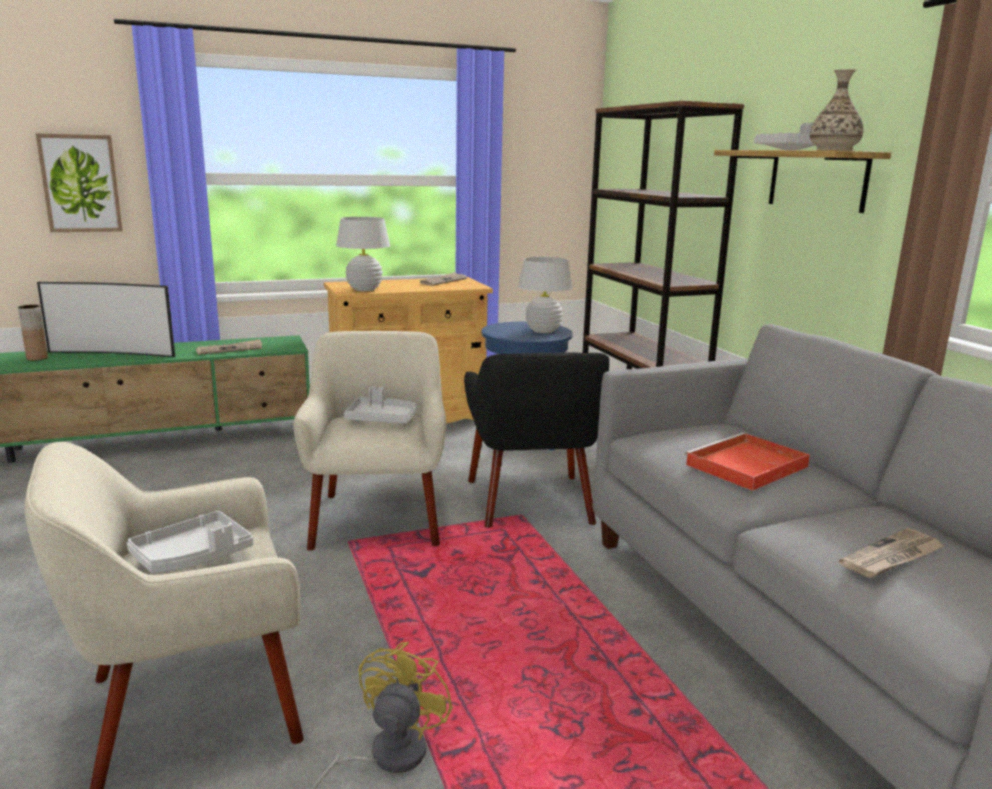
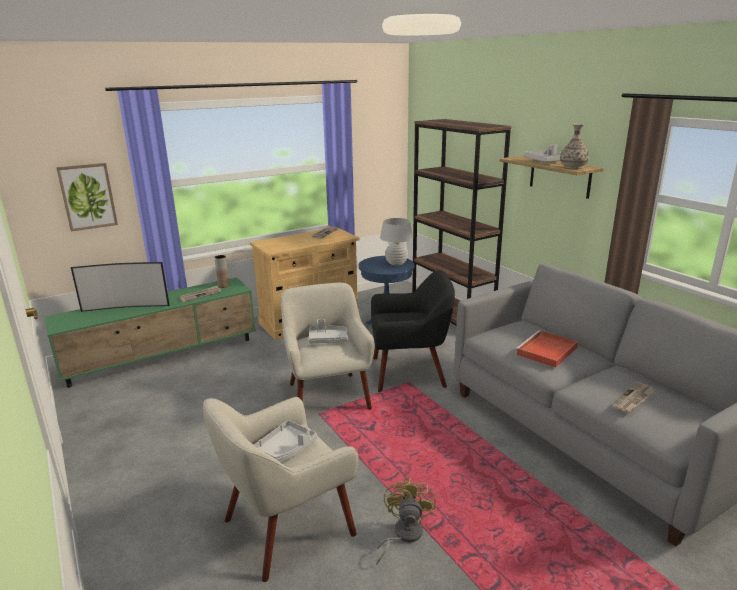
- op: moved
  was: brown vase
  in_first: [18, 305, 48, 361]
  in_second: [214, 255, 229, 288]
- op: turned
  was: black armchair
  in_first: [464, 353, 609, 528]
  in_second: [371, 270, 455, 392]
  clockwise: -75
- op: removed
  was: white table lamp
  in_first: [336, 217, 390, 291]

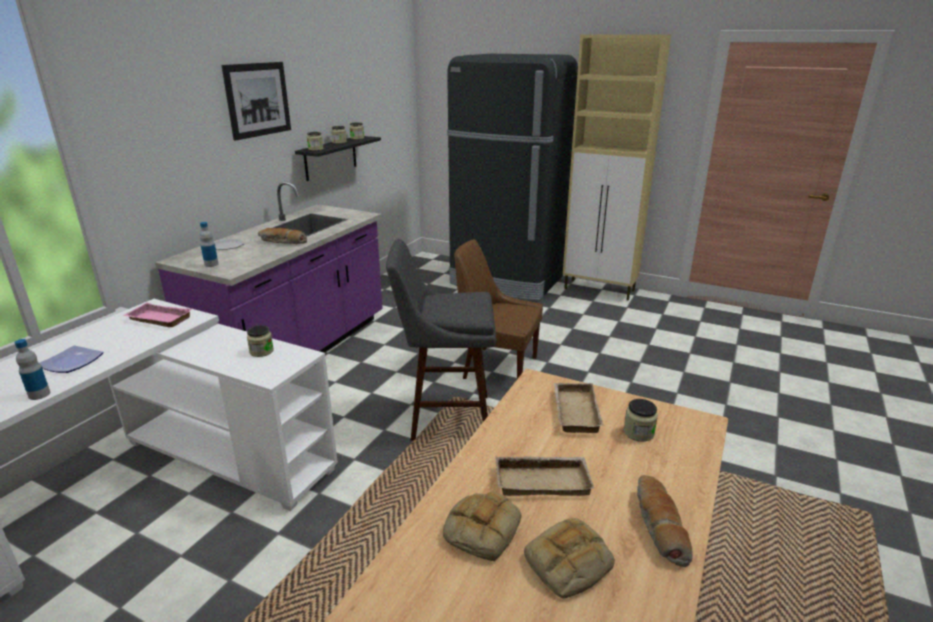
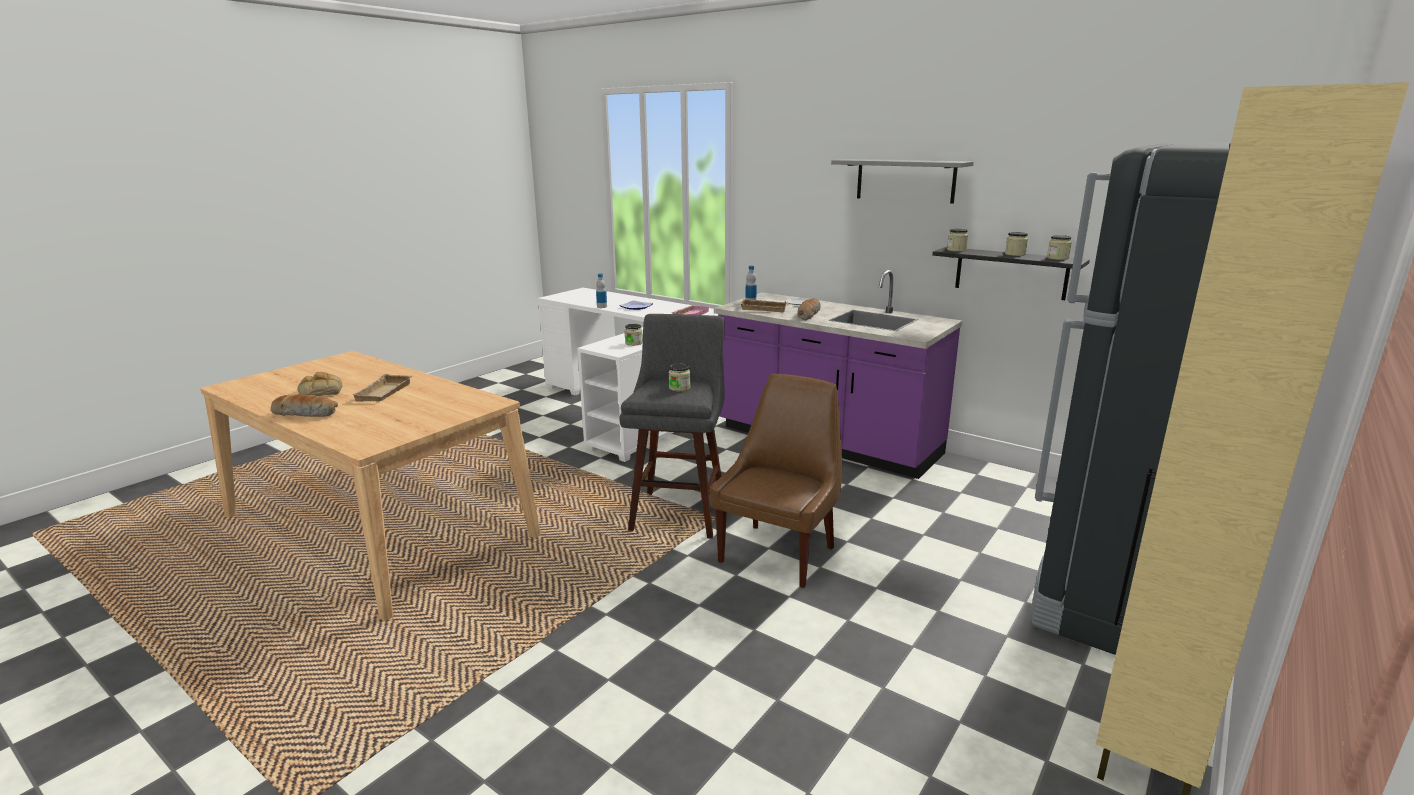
- op: moved
  was: jar
  in_first: [624, 399, 658, 442]
  in_second: [669, 363, 691, 392]
- op: moved
  was: beige tray
  in_first: [554, 383, 604, 433]
  in_second: [740, 299, 789, 312]
- op: replaced
  was: picture
  now: grey shelf
  in_first: [221, 62, 291, 140]
  in_second: [831, 159, 974, 204]
- op: removed
  was: bread
  in_first: [443, 492, 522, 561]

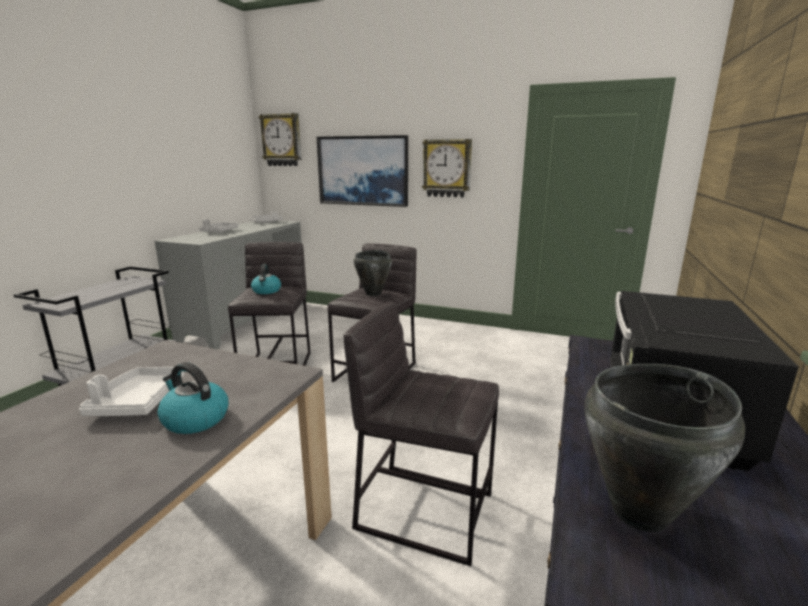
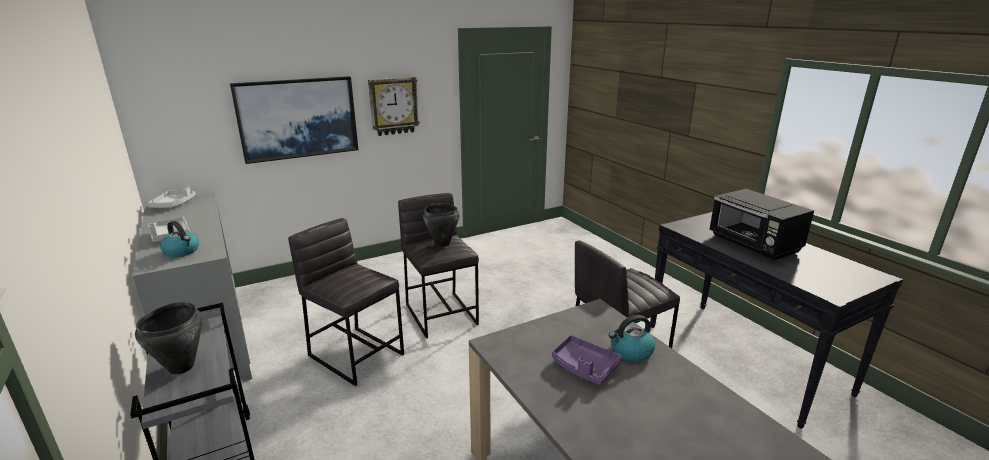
- op: moved
  was: black cooking pot
  in_first: [584, 364, 745, 532]
  in_second: [135, 302, 202, 375]
- op: moved
  was: kettle
  in_first: [251, 264, 281, 294]
  in_second: [160, 221, 199, 257]
- op: recoloured
  was: white tray
  now: purple tray
  in_first: [79, 367, 184, 416]
  in_second: [552, 335, 622, 385]
- op: removed
  was: wall clock
  in_first: [259, 113, 302, 166]

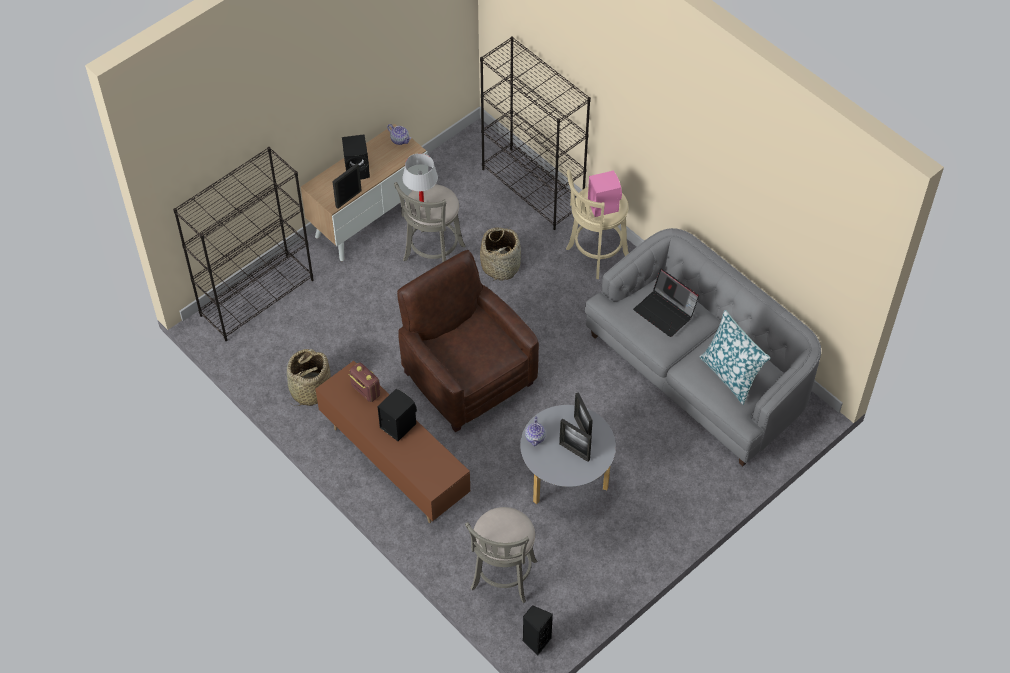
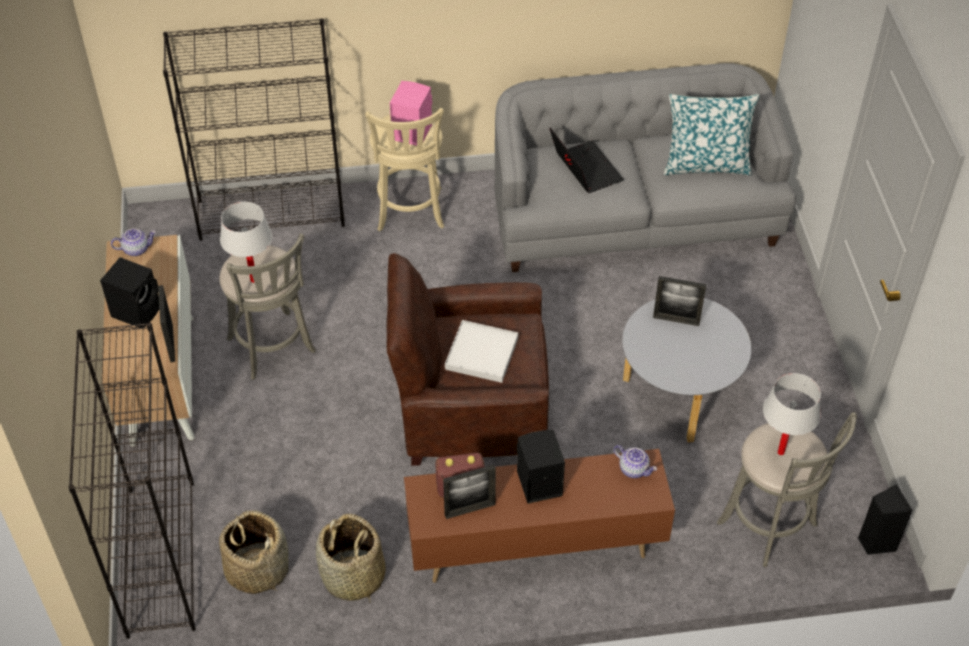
- op: moved
  was: basket
  in_first: [480, 227, 521, 281]
  in_second: [219, 510, 289, 594]
- op: moved
  was: picture frame
  in_first: [559, 419, 592, 462]
  in_second: [443, 465, 496, 519]
- op: added
  now: white tray
  in_second: [445, 320, 518, 383]
- op: turned
  was: laptop
  in_first: [633, 268, 699, 337]
  in_second: [549, 127, 624, 193]
  clockwise: -105
- op: moved
  was: teapot
  in_first: [525, 417, 546, 446]
  in_second: [613, 445, 657, 478]
- op: added
  now: white table lamp
  in_second: [763, 373, 821, 455]

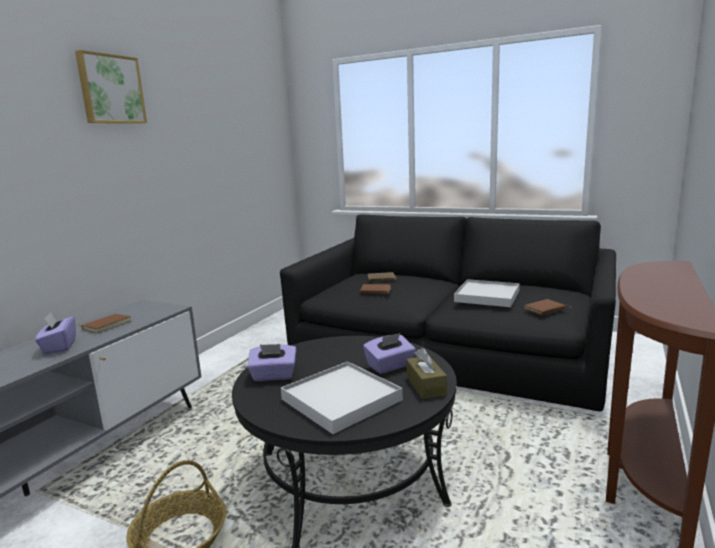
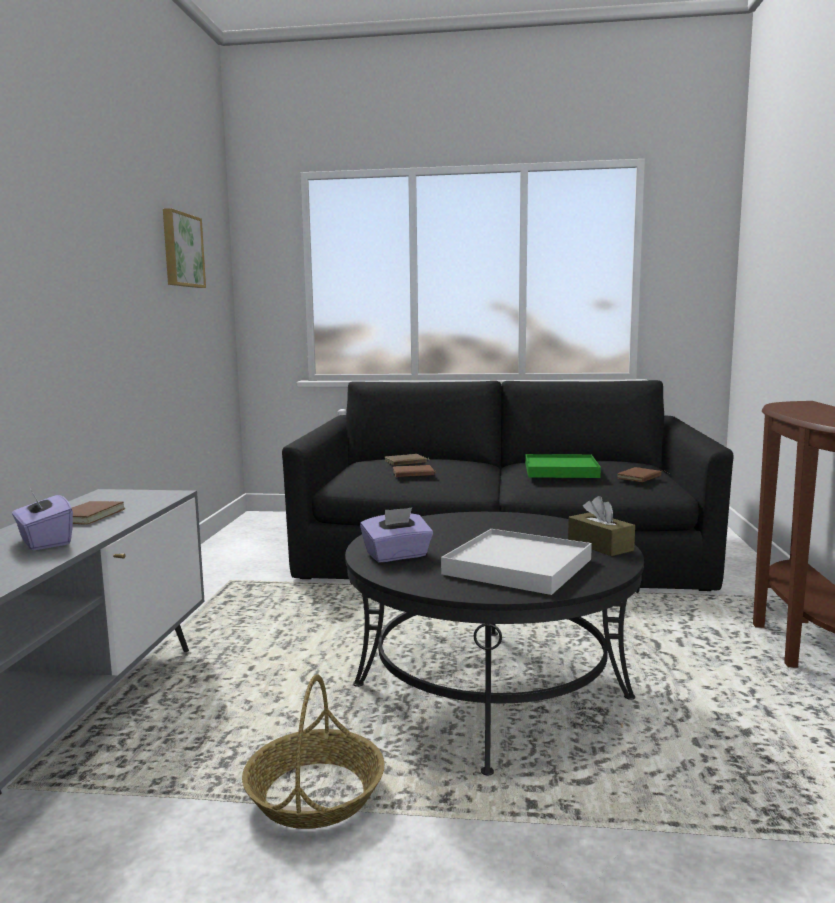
- op: moved
  was: picture
  in_first: [75, 50, 147, 123]
  in_second: [163, 208, 206, 288]
- op: recoloured
  was: white tray
  now: green tray
  in_first: [454, 279, 520, 307]
  in_second: [525, 454, 601, 478]
- op: removed
  was: purple tissue box
  in_first: [363, 333, 416, 374]

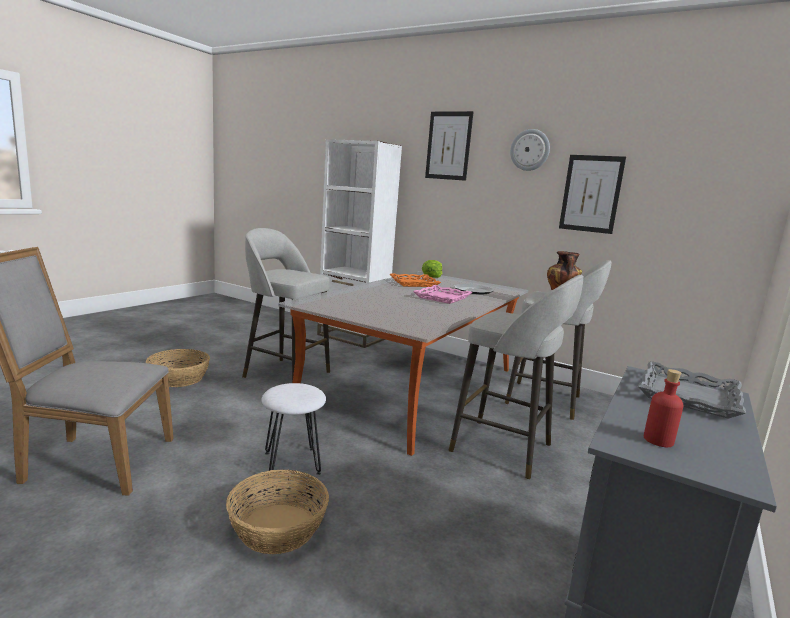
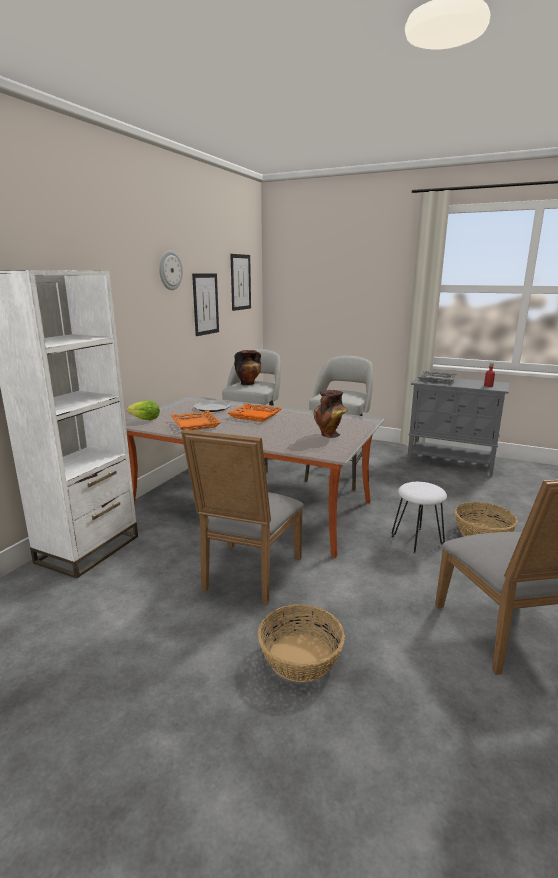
- op: replaced
  was: grey stool
  now: grey chair
  in_first: [242, 228, 330, 383]
  in_second: [181, 429, 304, 604]
- op: recoloured
  was: pink tray
  now: orange tray
  in_first: [413, 285, 472, 304]
  in_second: [228, 403, 282, 422]
- op: moved
  was: picture
  in_first: [425, 111, 474, 181]
  in_second: [230, 254, 251, 311]
- op: added
  now: vase
  in_second: [314, 390, 347, 438]

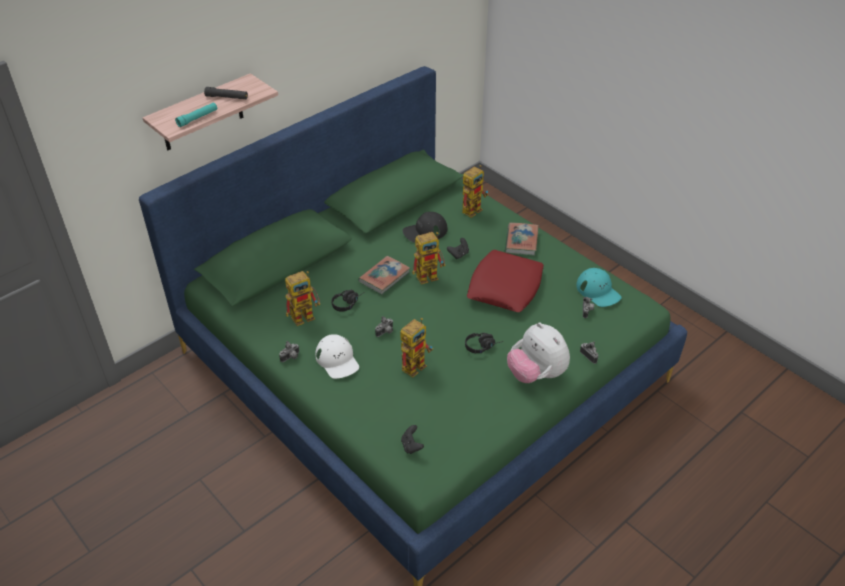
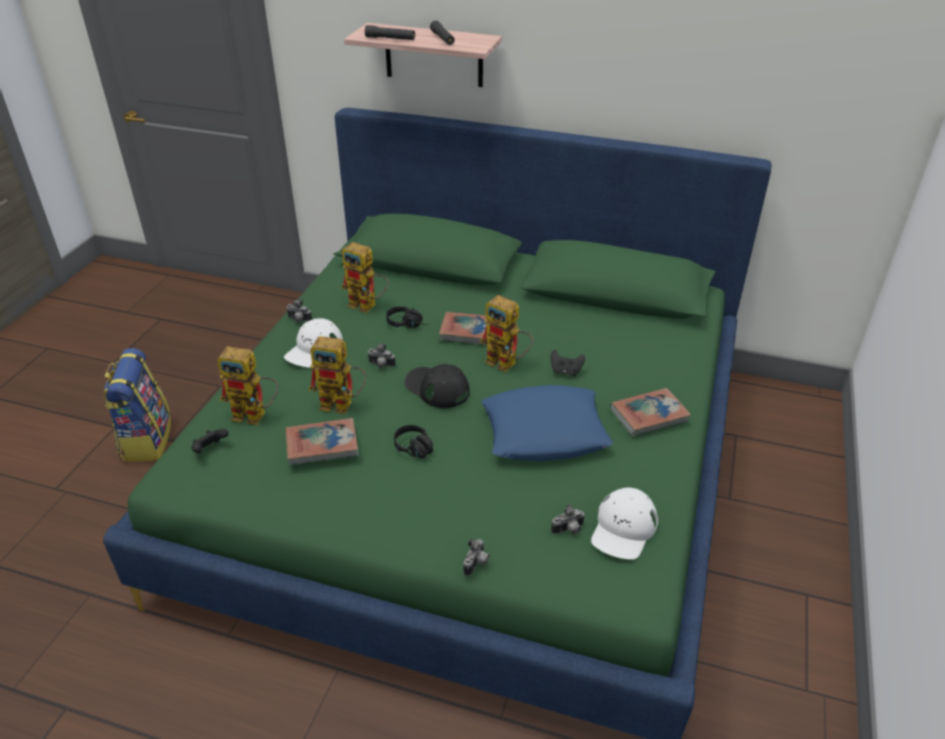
- op: added
  now: backpack
  in_second: [104, 348, 171, 462]
- op: moved
  was: toy robot
  in_first: [462, 165, 488, 218]
  in_second: [217, 346, 278, 425]
- op: added
  now: book
  in_second: [286, 418, 359, 466]
- op: recoloured
  was: turquoise flashlight
  now: black flashlight
  in_first: [175, 103, 217, 127]
  in_second: [365, 25, 415, 40]
- op: moved
  was: black cap
  in_first: [403, 212, 448, 243]
  in_second: [404, 364, 470, 408]
- op: recoloured
  was: red pillow
  now: blue pillow
  in_first: [467, 250, 544, 312]
  in_second: [482, 385, 612, 461]
- op: recoloured
  was: turquoise cap
  now: white cap
  in_first: [576, 268, 621, 307]
  in_second: [591, 488, 658, 560]
- op: removed
  was: plush toy
  in_first: [507, 323, 570, 383]

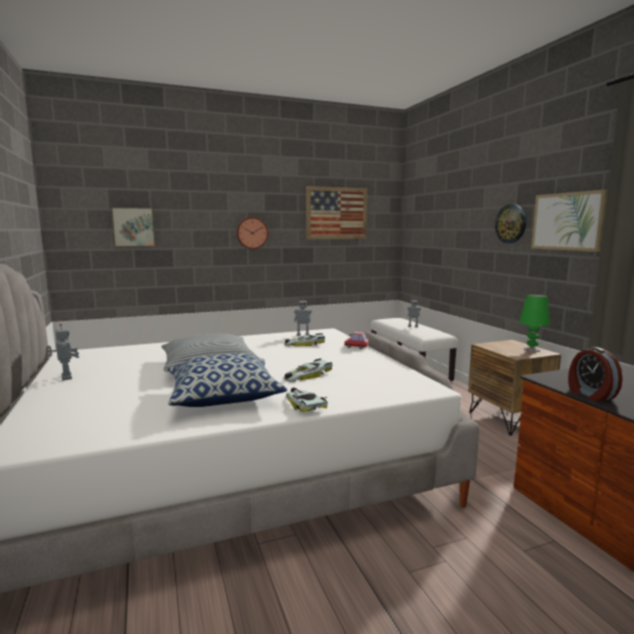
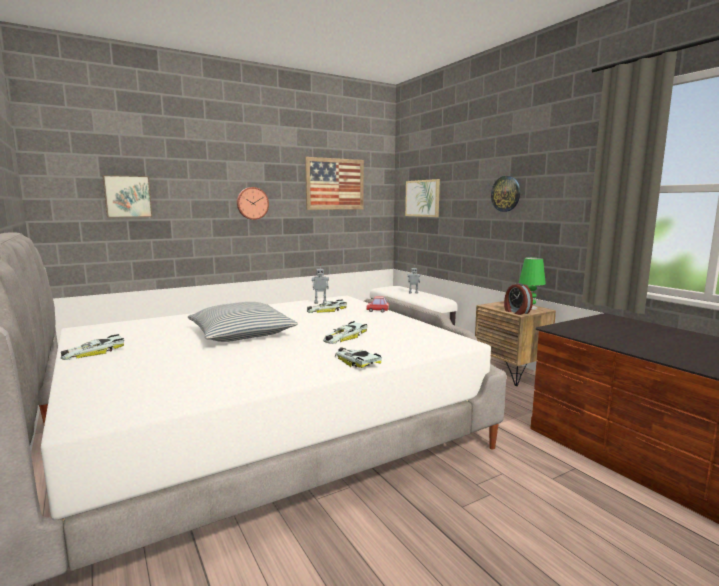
- op: replaced
  was: toy robot
  now: toy car
  in_first: [46, 324, 79, 380]
  in_second: [61, 334, 124, 360]
- op: moved
  was: picture
  in_first: [531, 189, 608, 252]
  in_second: [405, 179, 440, 217]
- op: moved
  was: alarm clock
  in_first: [568, 347, 623, 401]
  in_second: [504, 283, 533, 315]
- op: removed
  was: pillow
  in_first: [168, 353, 287, 407]

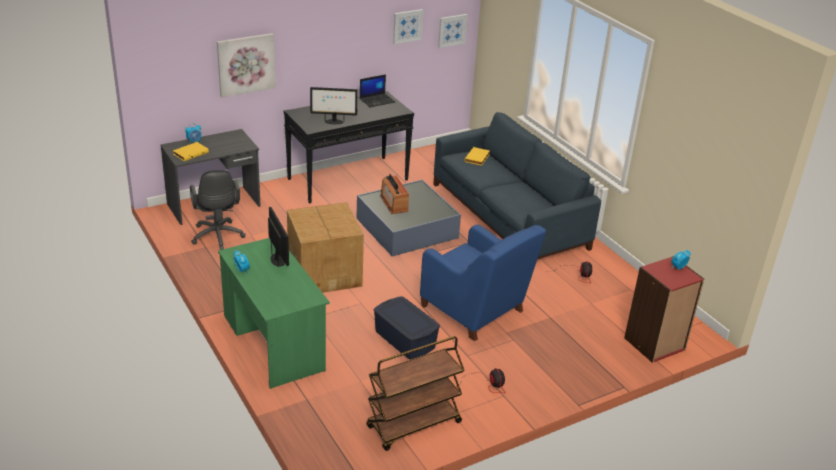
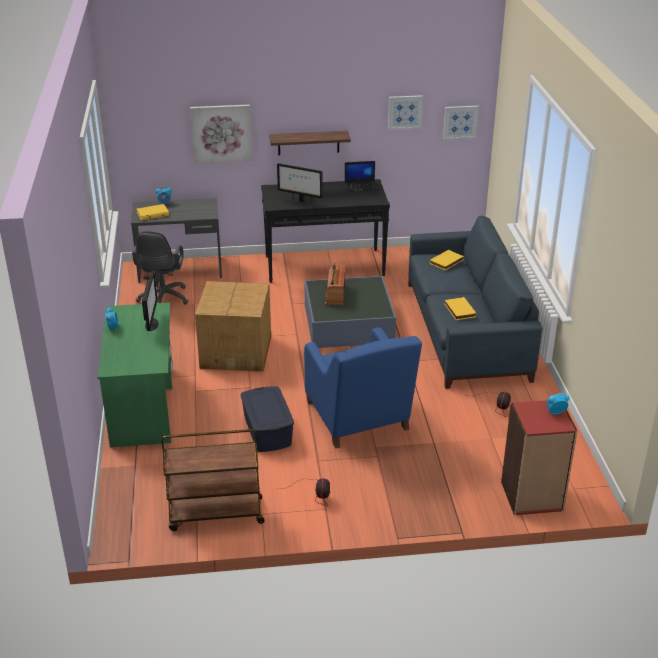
- op: added
  now: shelf
  in_second: [269, 131, 351, 155]
- op: added
  now: yellow book
  in_second: [445, 297, 477, 320]

